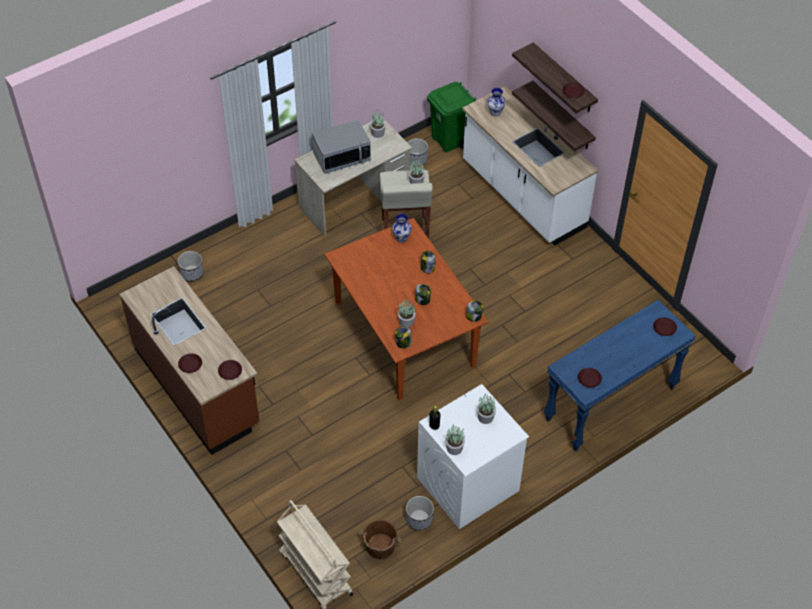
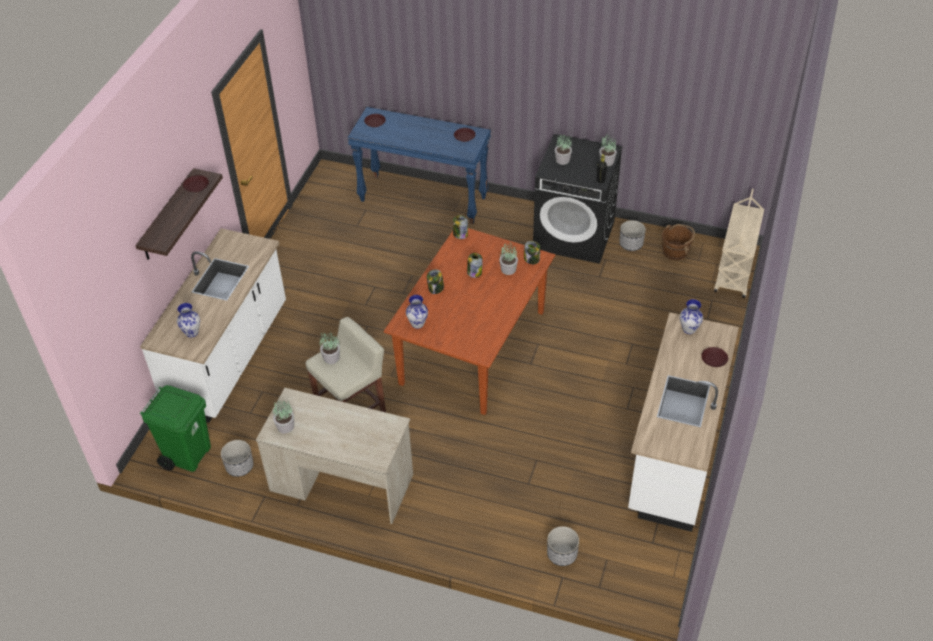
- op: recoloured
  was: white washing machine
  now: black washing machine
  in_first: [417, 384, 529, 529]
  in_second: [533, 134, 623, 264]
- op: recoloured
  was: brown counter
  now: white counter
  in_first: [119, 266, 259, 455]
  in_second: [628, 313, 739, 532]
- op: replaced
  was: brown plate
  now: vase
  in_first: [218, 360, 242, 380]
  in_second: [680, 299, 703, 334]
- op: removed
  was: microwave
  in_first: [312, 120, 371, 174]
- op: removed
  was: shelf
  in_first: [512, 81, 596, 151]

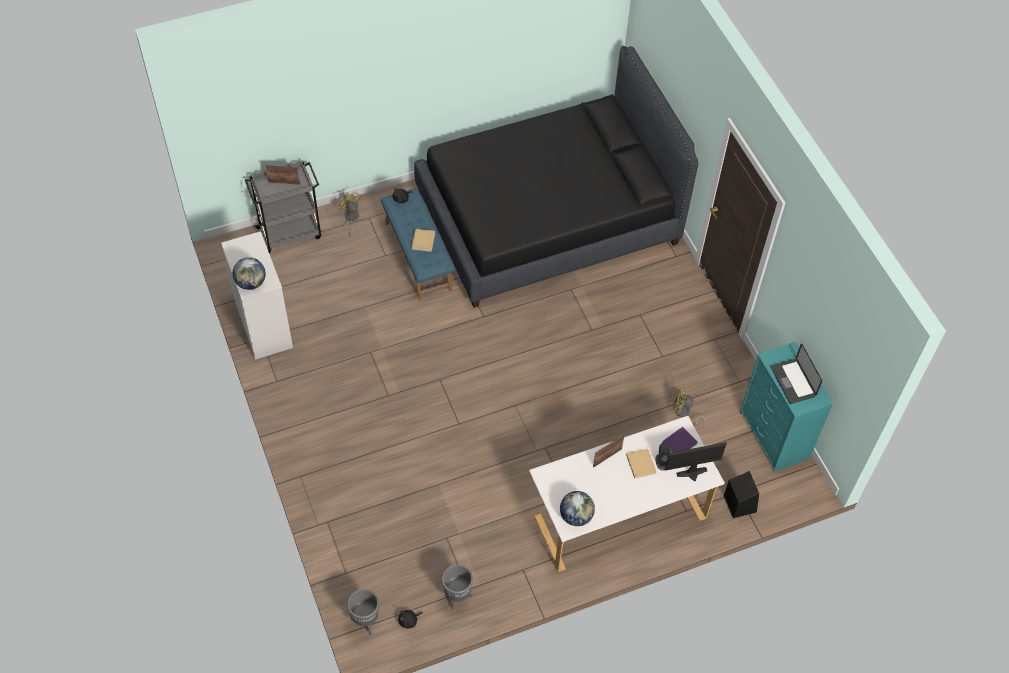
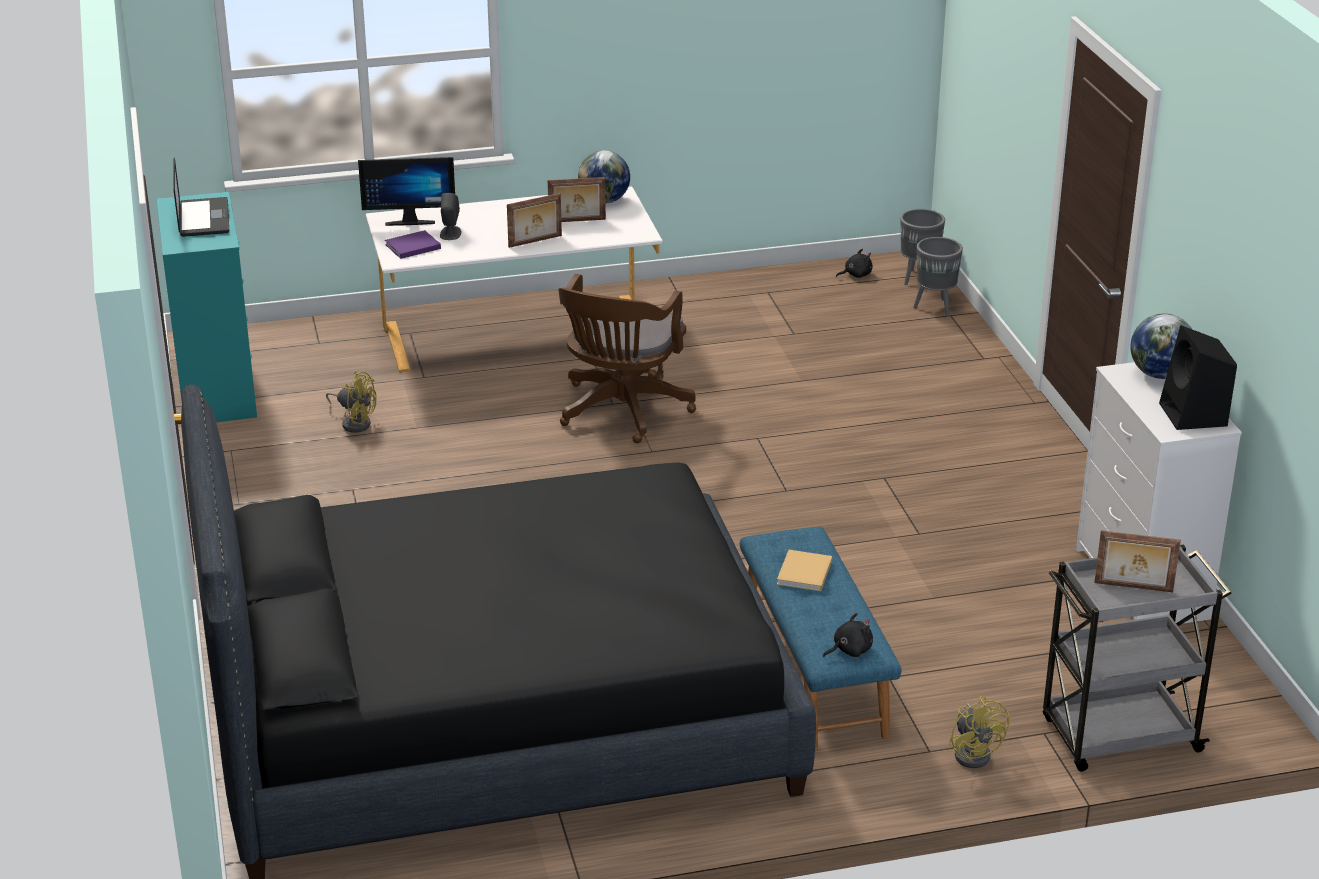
- op: added
  now: picture frame
  in_second: [548, 177, 606, 222]
- op: added
  now: brown office chair
  in_second: [558, 274, 696, 443]
- op: moved
  was: grey planter
  in_first: [442, 565, 473, 610]
  in_second: [913, 237, 963, 317]
- op: moved
  was: black speaker
  in_first: [724, 471, 759, 518]
  in_second: [1159, 325, 1237, 430]
- op: removed
  was: beige book
  in_first: [626, 449, 656, 479]

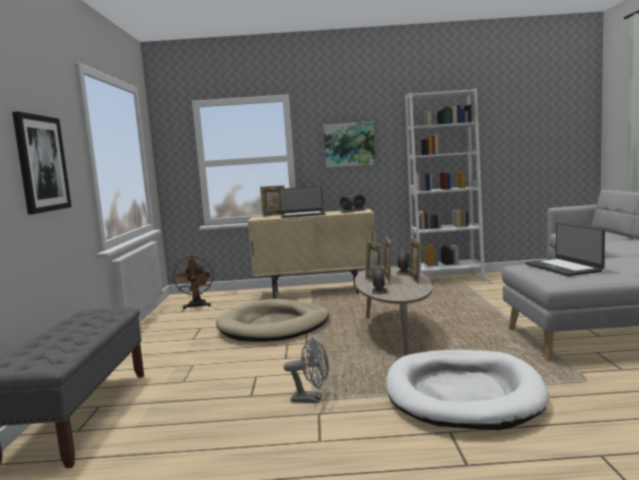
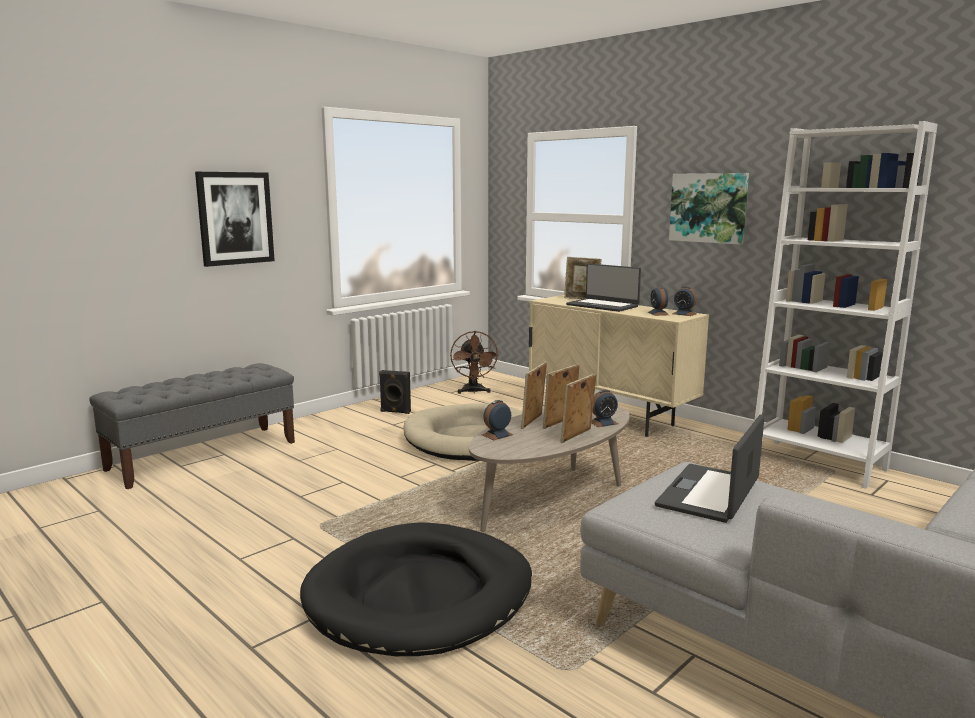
- op: recoloured
  was: white dog bed
  now: black dog bed
  in_first: [386, 350, 549, 430]
  in_second: [300, 522, 532, 656]
- op: added
  now: black speaker
  in_second: [379, 370, 411, 414]
- op: turned
  was: brown fan
  in_first: [172, 256, 213, 309]
  in_second: [450, 331, 499, 394]
  clockwise: -45
- op: removed
  was: grey fan
  in_first: [284, 337, 329, 403]

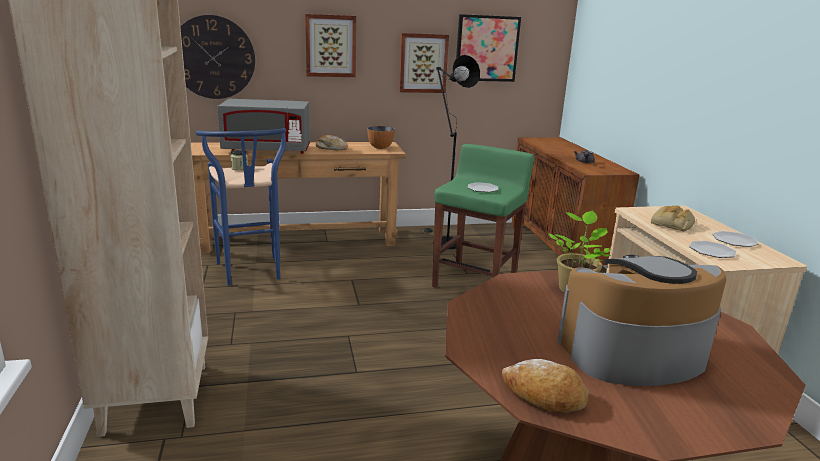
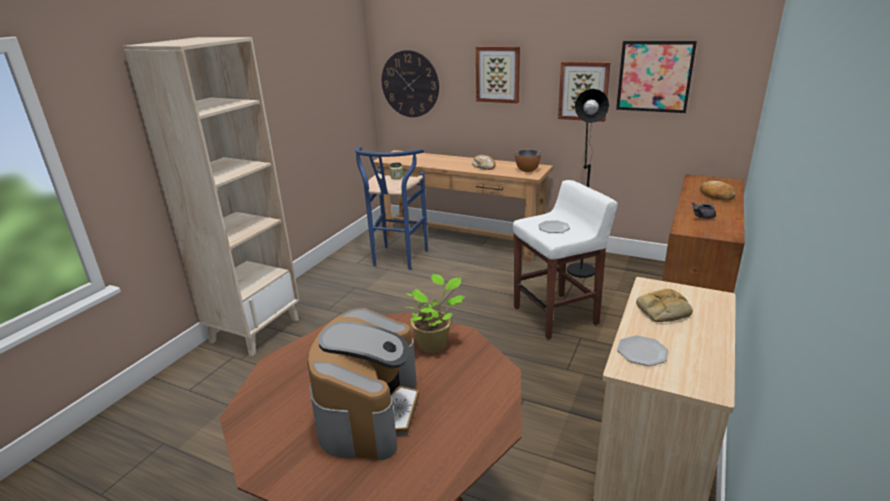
- op: turned
  was: coffee machine
  in_first: [557, 255, 727, 386]
  in_second: [307, 308, 419, 460]
  clockwise: 75
- op: recoloured
  was: green stool
  now: white stool
  in_first: [432, 144, 535, 287]
  in_second: [513, 180, 618, 339]
- op: moved
  was: bread
  in_first: [502, 359, 589, 412]
  in_second: [700, 181, 735, 200]
- op: removed
  was: grey microwave
  in_first: [217, 99, 310, 154]
- op: removed
  was: plate
  in_first: [713, 231, 759, 247]

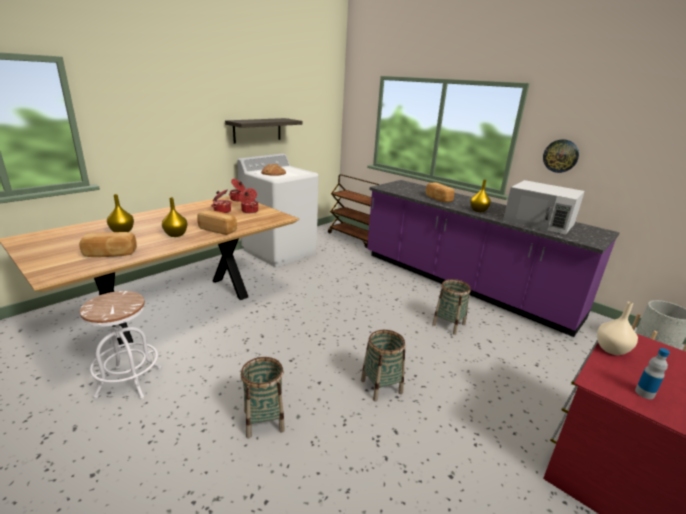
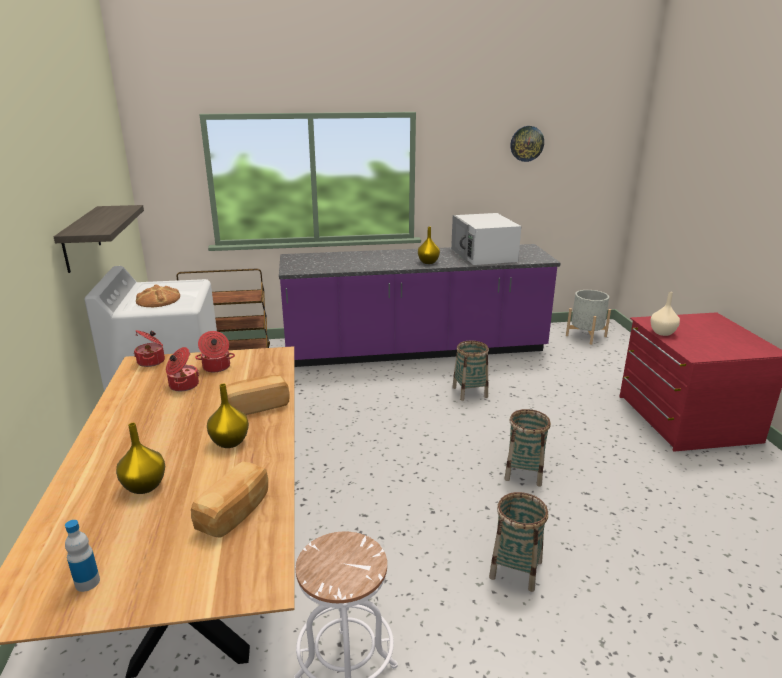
- op: moved
  was: bottle
  in_first: [635, 348, 670, 399]
  in_second: [65, 520, 100, 592]
- op: turned
  was: white microwave
  in_first: [503, 180, 585, 235]
  in_second: [451, 213, 521, 265]
  clockwise: 90
- op: moved
  was: wall clock
  in_first: [543, 139, 579, 173]
  in_second: [511, 126, 544, 162]
- op: removed
  was: bread
  in_first: [426, 182, 454, 203]

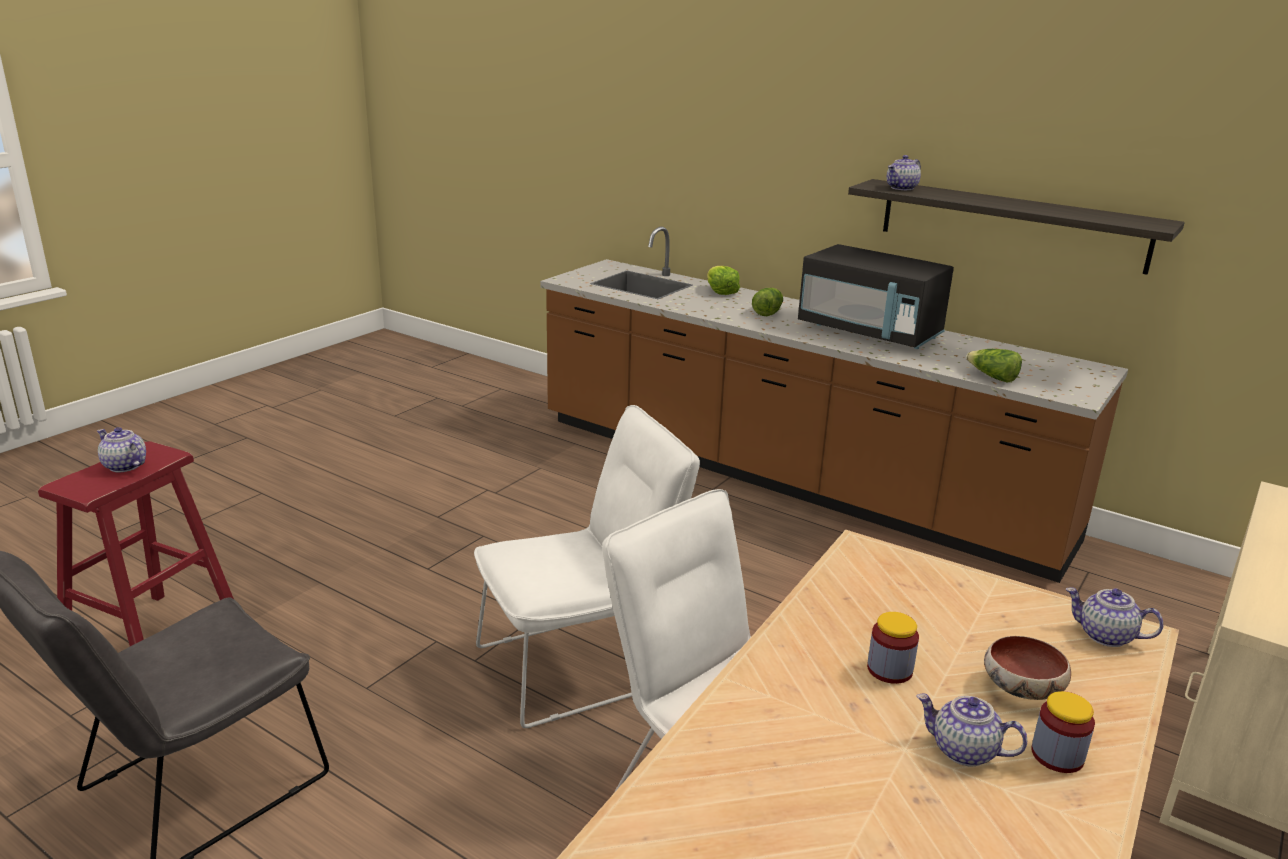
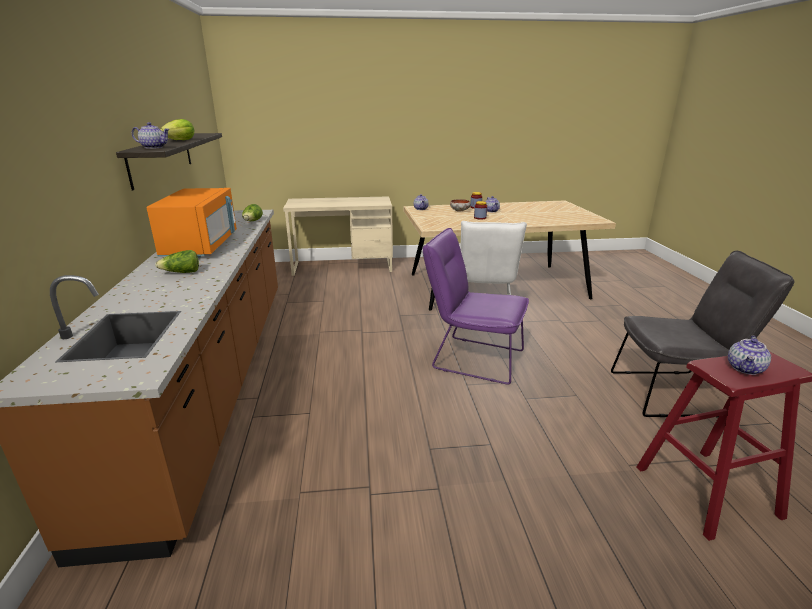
- op: recoloured
  was: black microwave
  now: orange microwave
  in_first: [798, 244, 954, 349]
  in_second: [147, 188, 237, 258]
- op: moved
  was: lettuce
  in_first: [707, 266, 740, 295]
  in_second: [160, 119, 194, 140]
- op: recoloured
  was: white chair
  now: purple chair
  in_first: [474, 405, 700, 728]
  in_second: [423, 228, 529, 385]
- op: turned
  was: teapot
  in_first: [97, 427, 146, 472]
  in_second: [728, 336, 771, 375]
  clockwise: 45

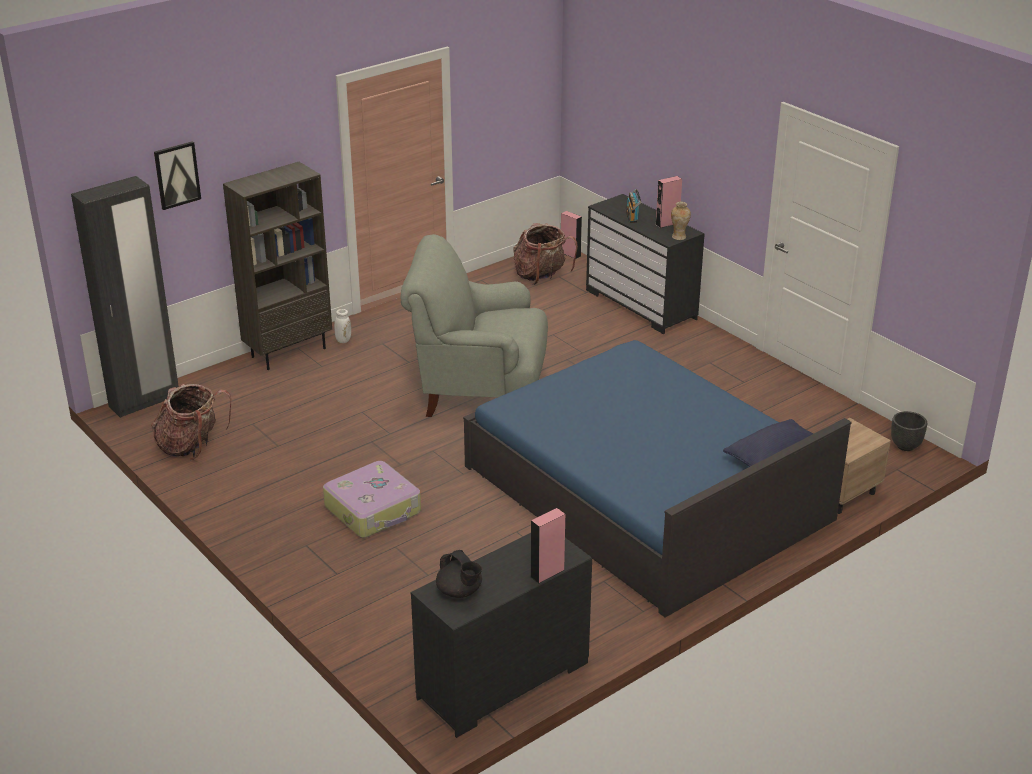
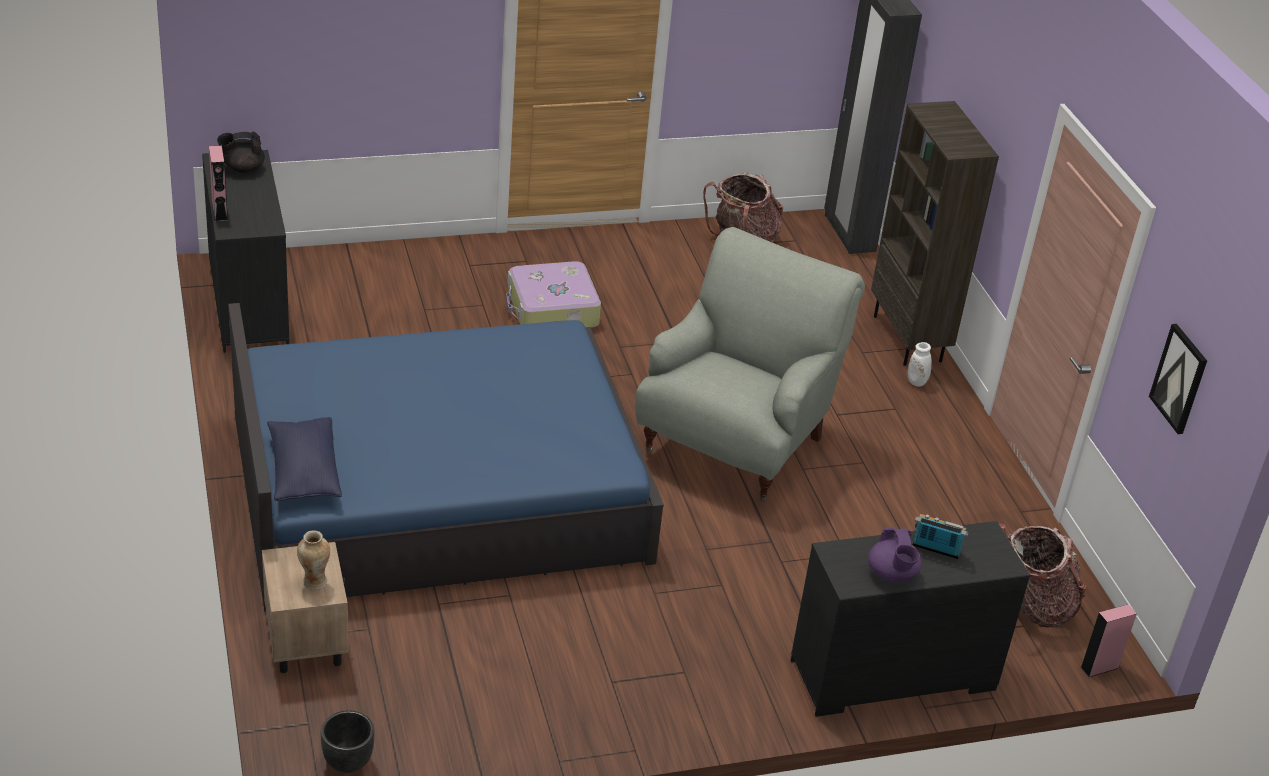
- op: moved
  was: vase
  in_first: [671, 202, 691, 240]
  in_second: [297, 530, 330, 590]
- op: replaced
  was: pink speaker
  now: purple teapot
  in_first: [655, 176, 682, 228]
  in_second: [868, 527, 922, 582]
- op: moved
  was: picture
  in_first: [154, 141, 201, 210]
  in_second: [1149, 324, 1207, 434]

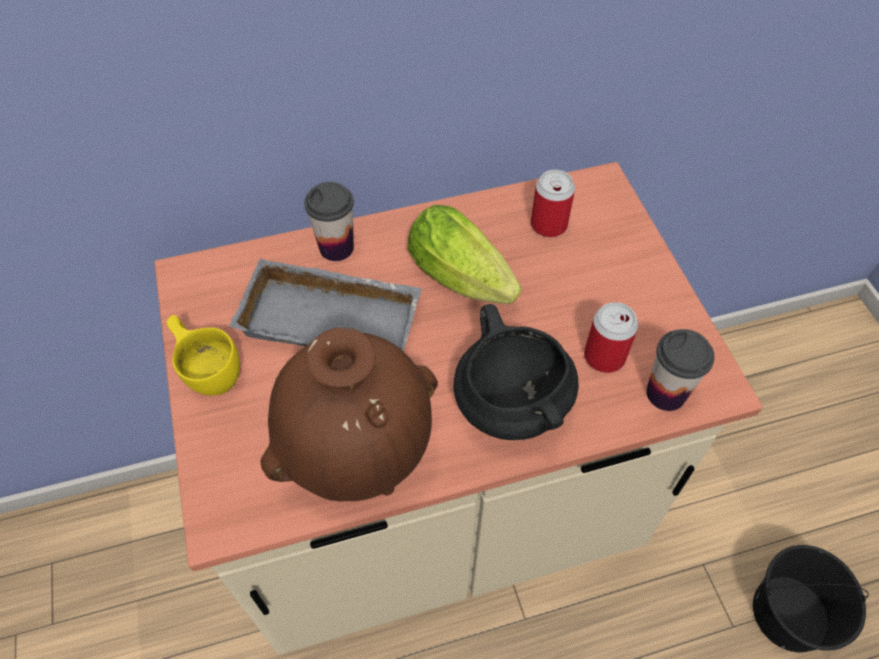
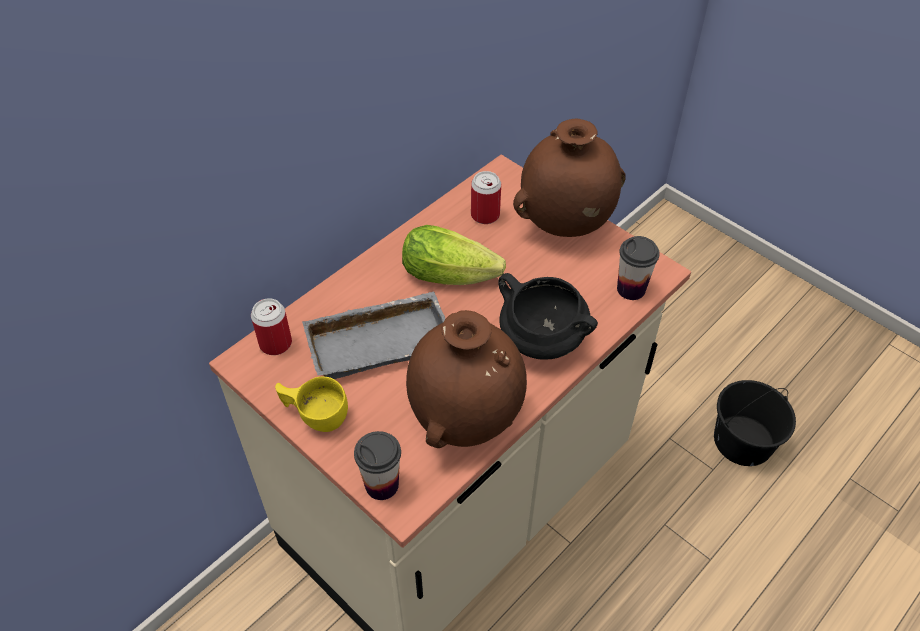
- op: moved
  was: can
  in_first: [584, 302, 638, 373]
  in_second: [251, 298, 292, 355]
- op: moved
  was: cup
  in_first: [304, 182, 354, 261]
  in_second: [354, 431, 401, 500]
- op: added
  now: brown vase
  in_second: [513, 119, 626, 237]

